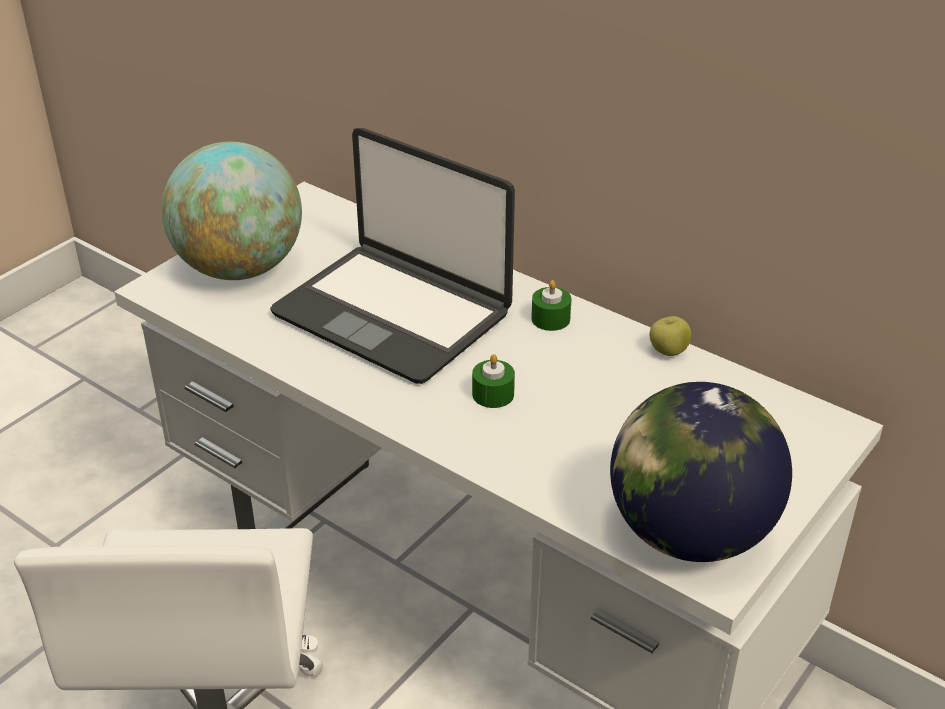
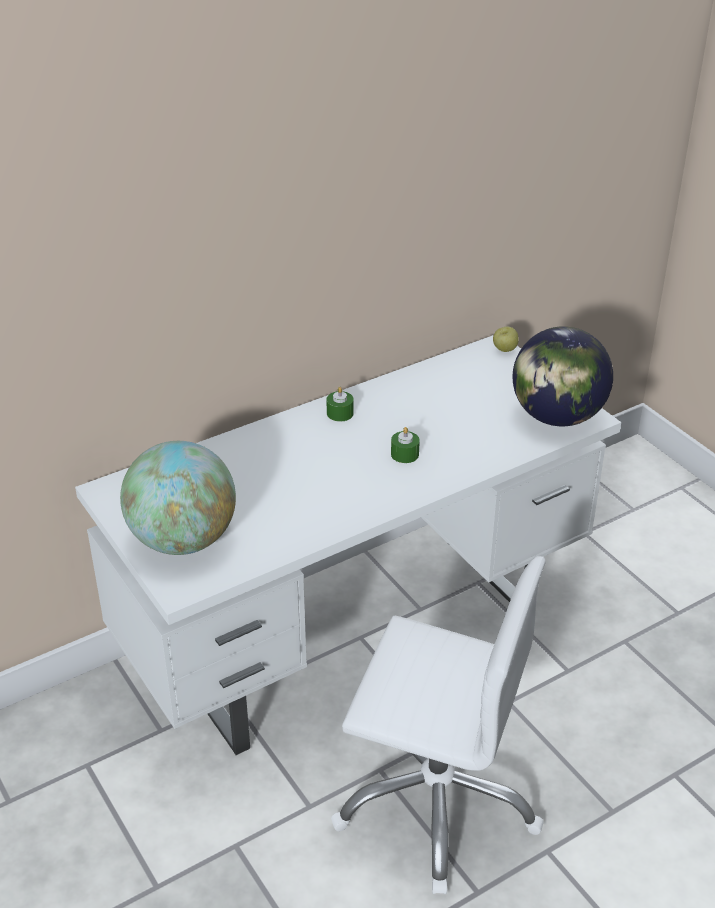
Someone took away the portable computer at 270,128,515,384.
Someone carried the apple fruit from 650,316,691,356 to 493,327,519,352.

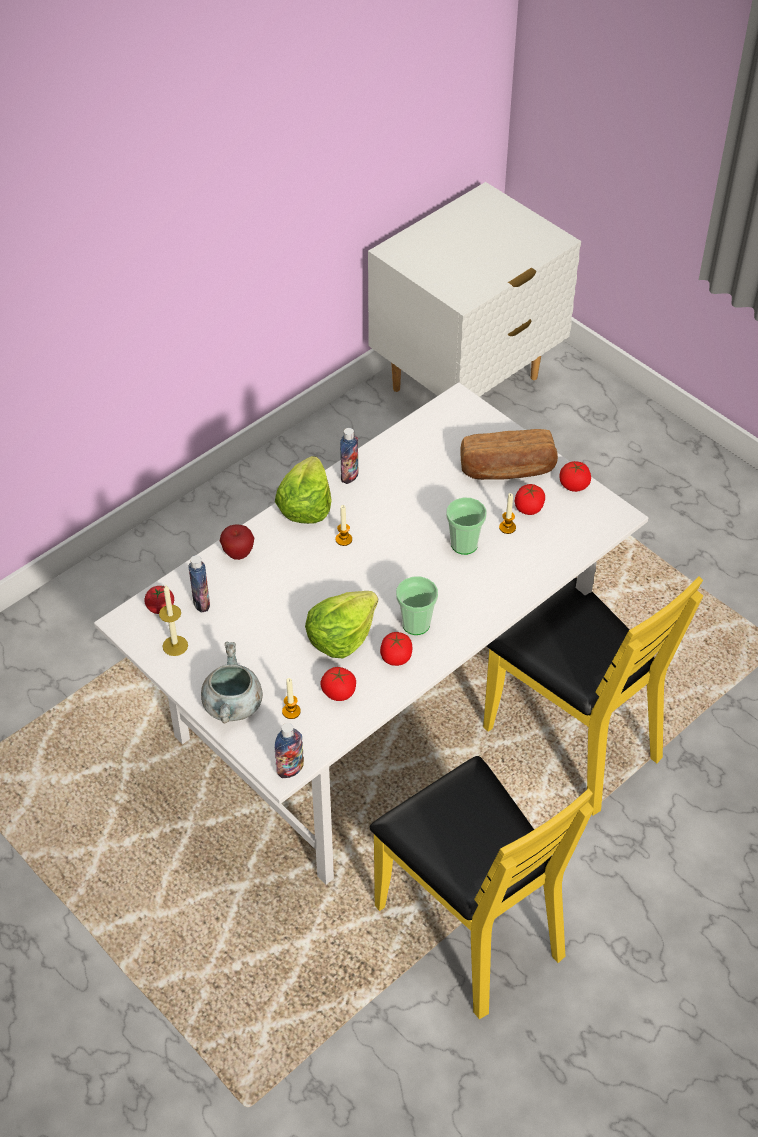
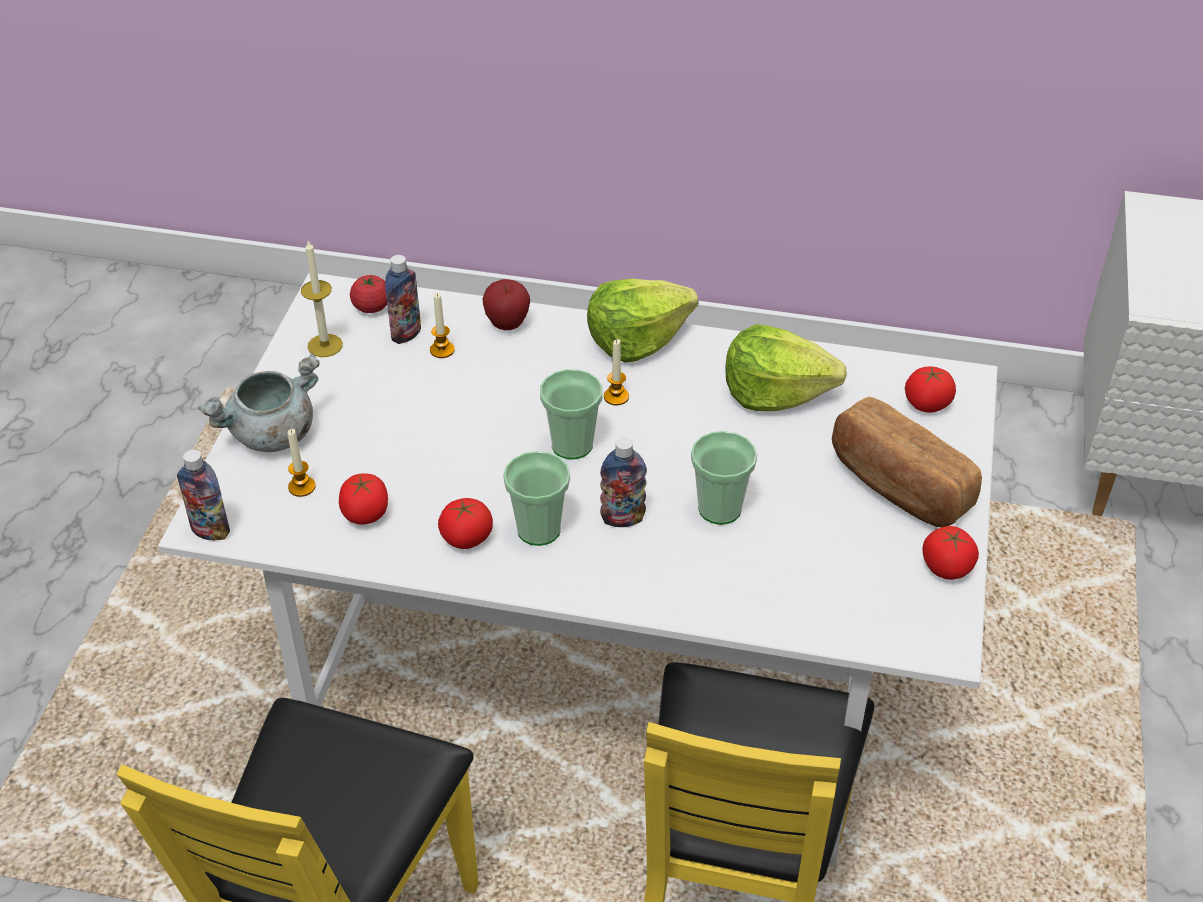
Someone put down the cup at 540,369,602,459.
Someone carried the lettuce from 305,591,378,658 to 726,324,847,411.
Someone carried the bottle from 340,428,358,484 to 600,437,647,527.
Someone carried the wax light from 499,493,516,534 to 430,293,455,358.
Someone carried the fresh tomato from 515,484,545,515 to 905,366,956,413.

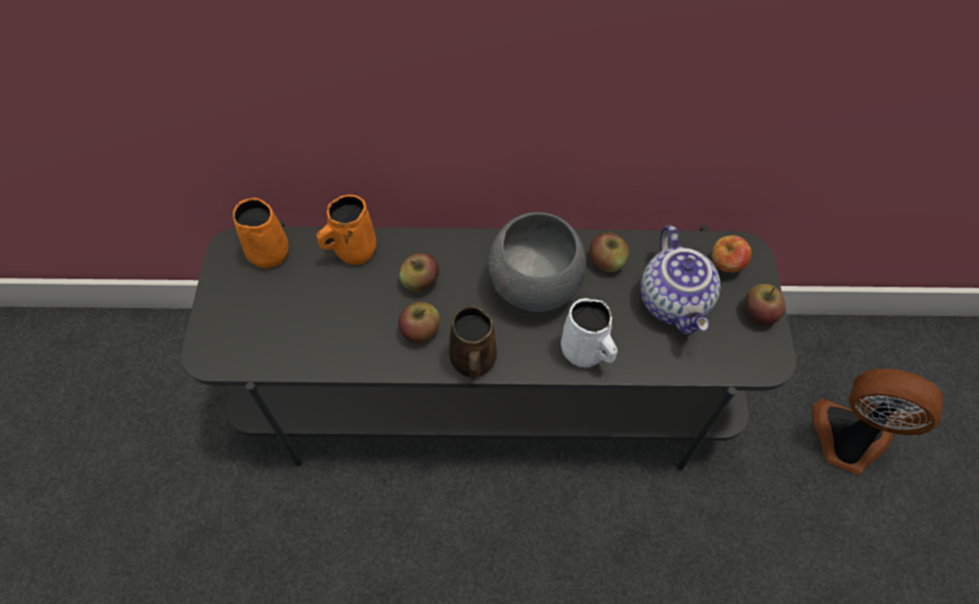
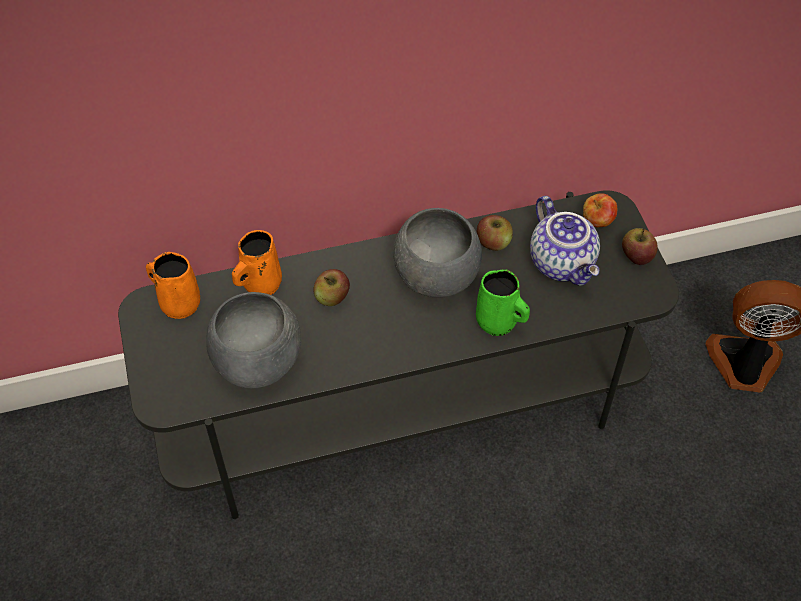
Someone took away the apple fruit at 398,302,440,343.
Someone took away the brown tea mug at 449,306,497,379.
Someone put down the grey deep dish at 206,292,301,388.
Someone repainted the white-coloured tea mug at 561,298,618,368, which became the green tea mug at 476,270,530,336.

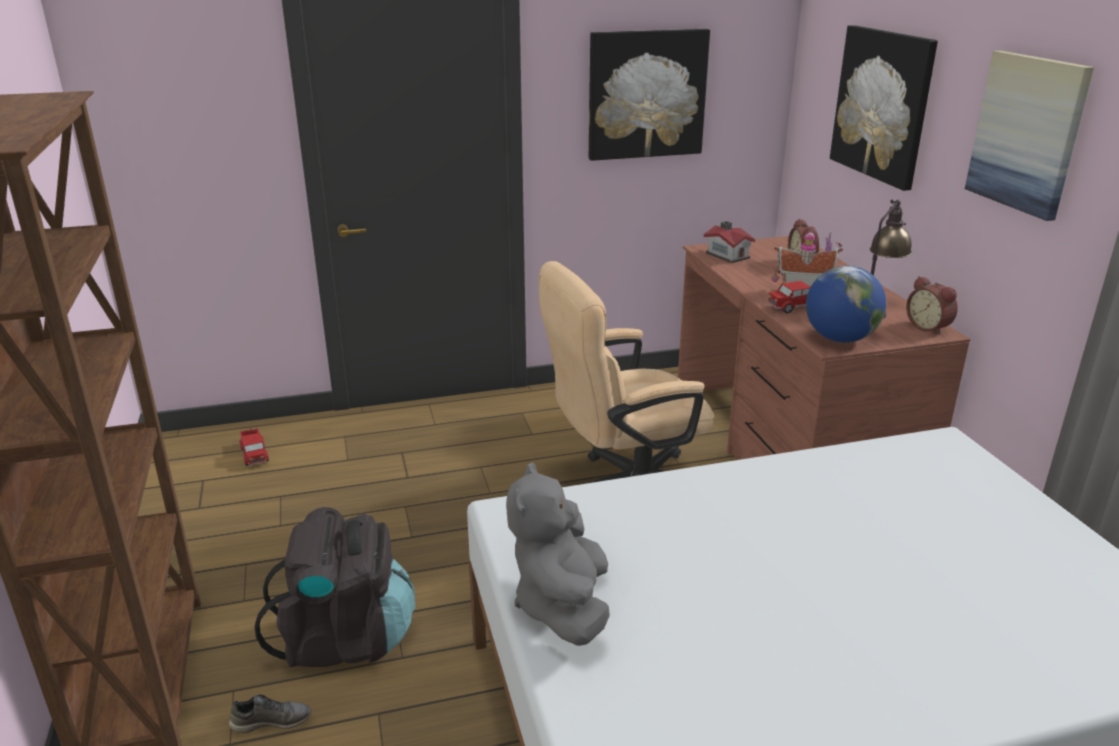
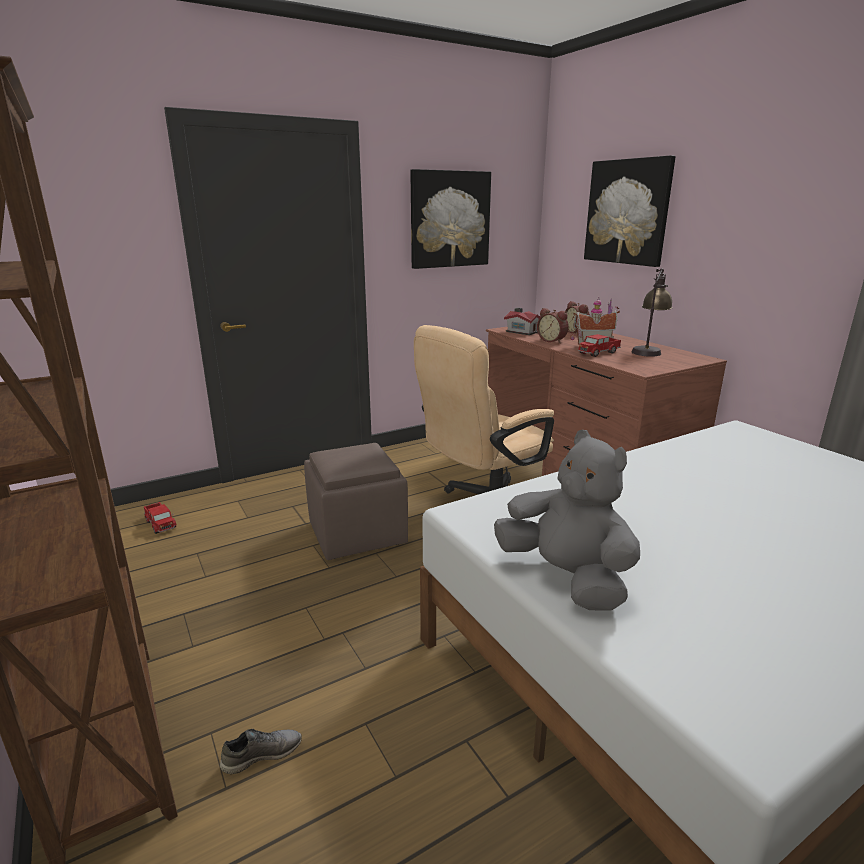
Someone took away the black knapsack at 255,507,415,668.
Someone took away the desk globe at 806,266,886,343.
Someone took away the wall picture at 965,51,1094,221.
Someone put down the brown footrest at 304,443,408,560.
Someone carried the bedside clock from 906,276,958,335 to 537,308,569,343.
Someone rotated the grey plush toy at 506,462,610,646 by 150 degrees clockwise.

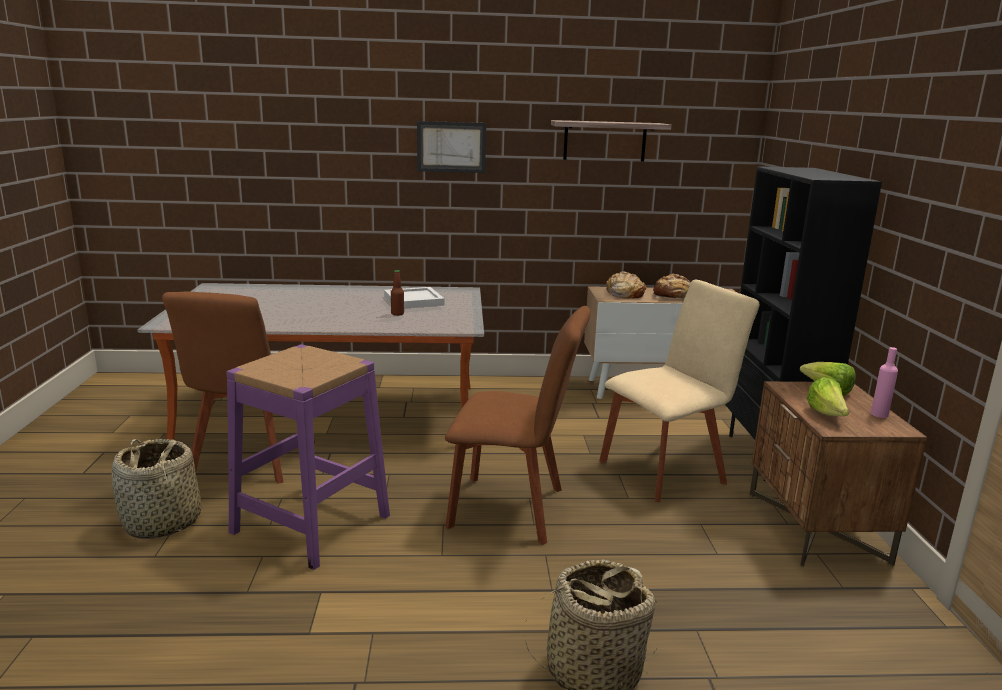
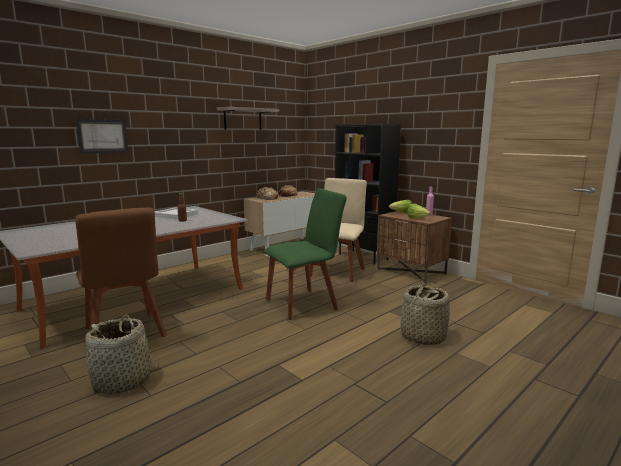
Someone took away the purplish stool seat at 226,344,390,570.
Someone carried the wall picture from 417,121,486,173 to 76,119,128,154.
Someone repainted the brown plain chair at 445,306,591,545, which became the green plain chair at 264,188,347,320.

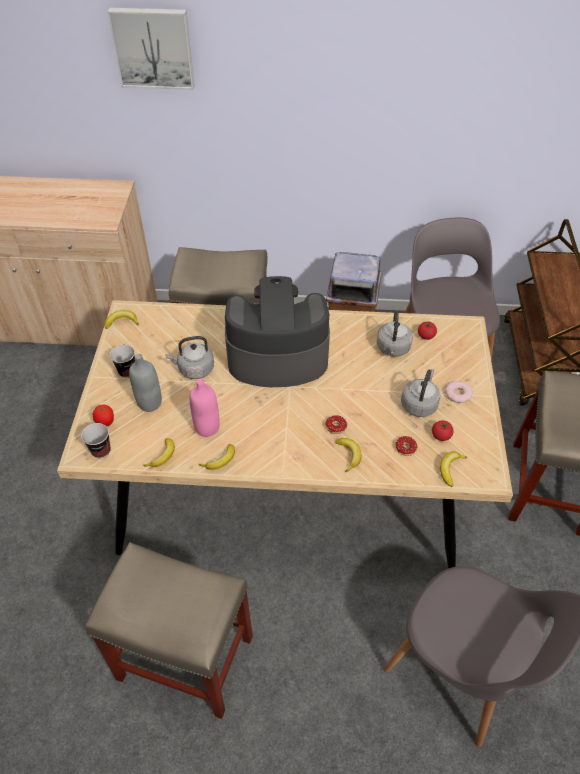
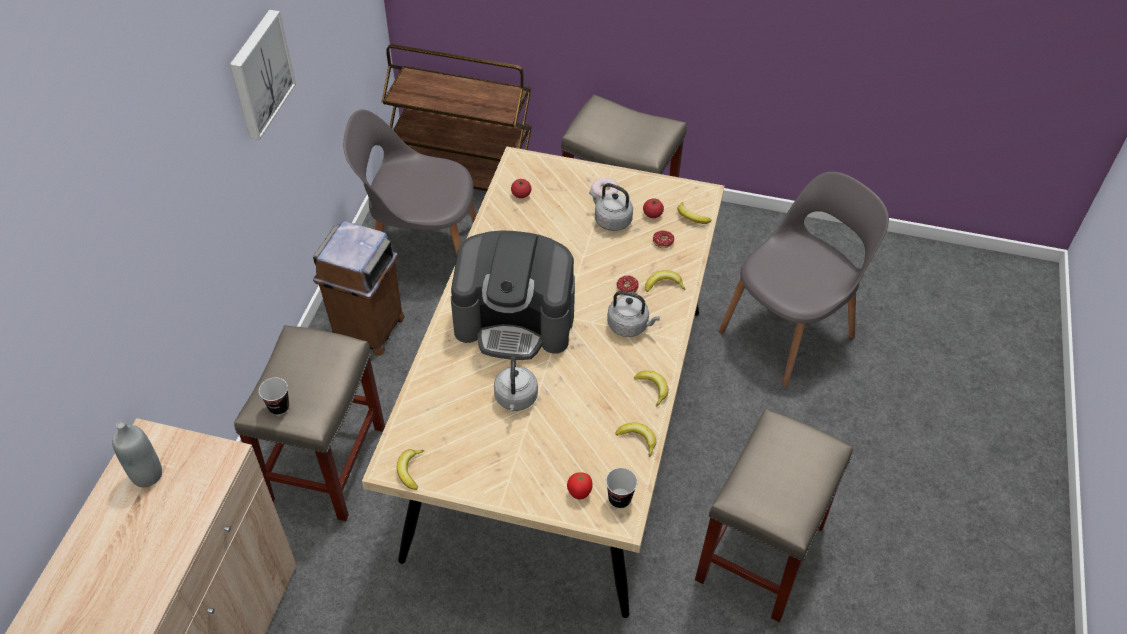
Someone took away the pinkish bottle at 189,379,220,437.
Someone carried the wall picture from 107,8,195,90 to 230,10,296,140.
Someone carried the cup from 110,345,135,378 to 259,378,289,415.
Someone carried the grey bottle from 129,354,162,412 to 112,421,162,487.
Someone carried the grey tea kettle from 377,310,413,357 to 607,291,660,337.
Someone rotated the coffee brewer at 225,276,330,387 by 90 degrees counterclockwise.

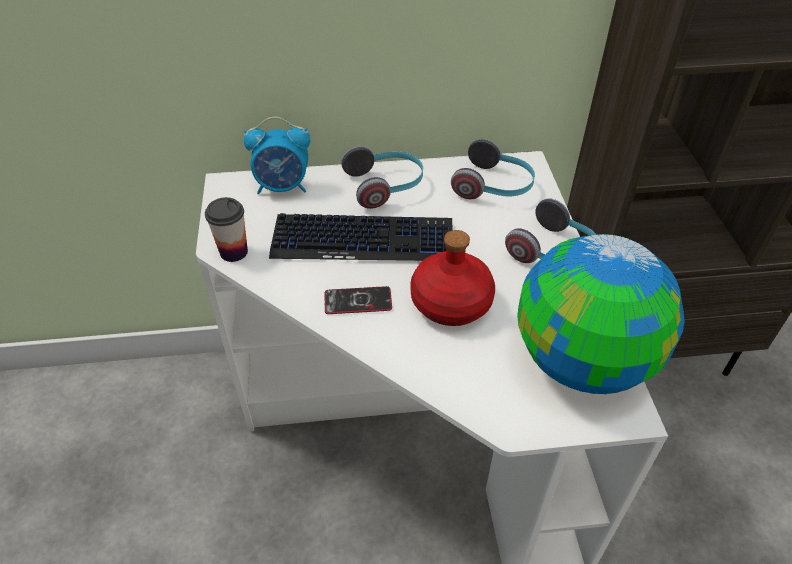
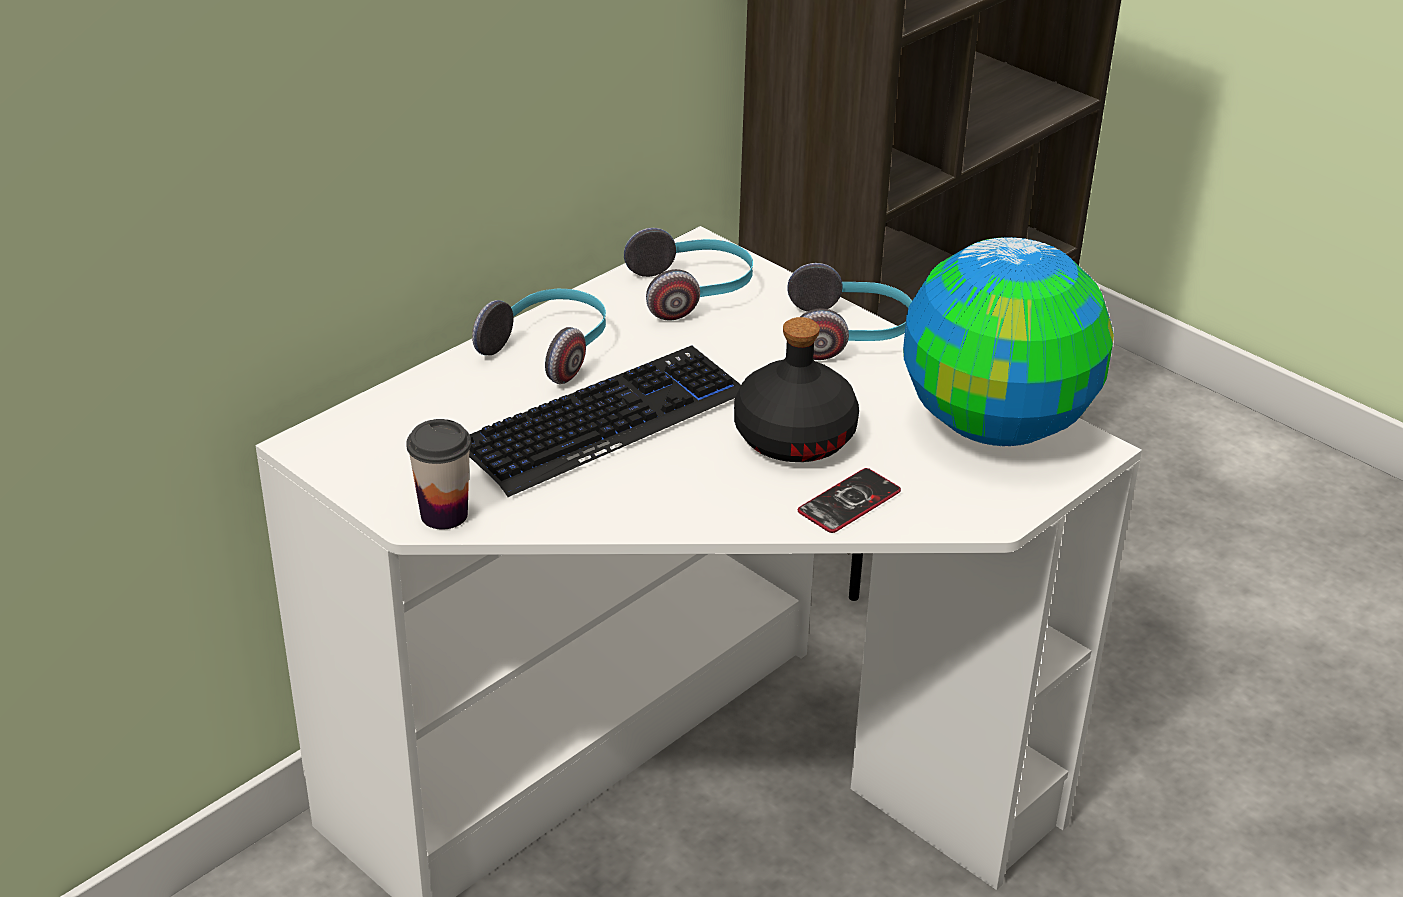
Someone took away the bedside clock at 244,117,310,194.
Someone carried the handset from 325,286,392,314 to 798,468,901,533.
Someone repainted the red bottle at 410,230,495,326, which became the black bottle at 734,317,859,462.

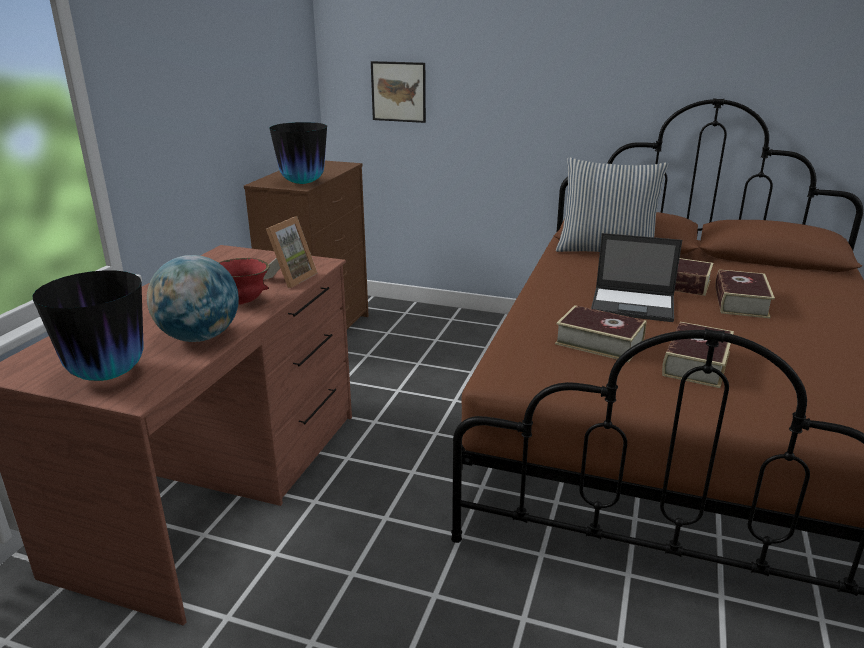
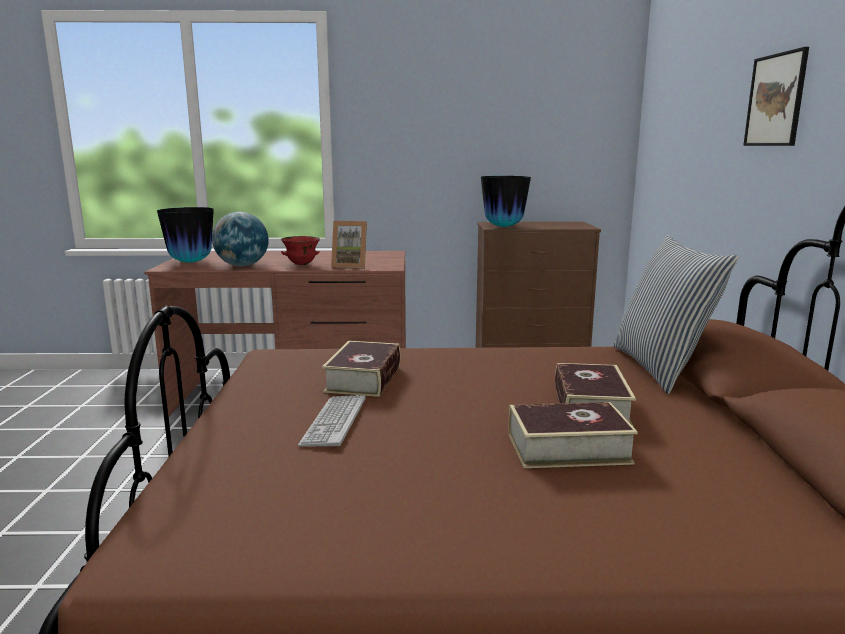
Someone took away the portable computer at 591,233,682,322.
Someone carried the wall picture from 371,61,426,123 to 743,47,809,146.
Someone swapped the book at 662,322,734,388 for the PC keyboard at 298,395,366,447.

